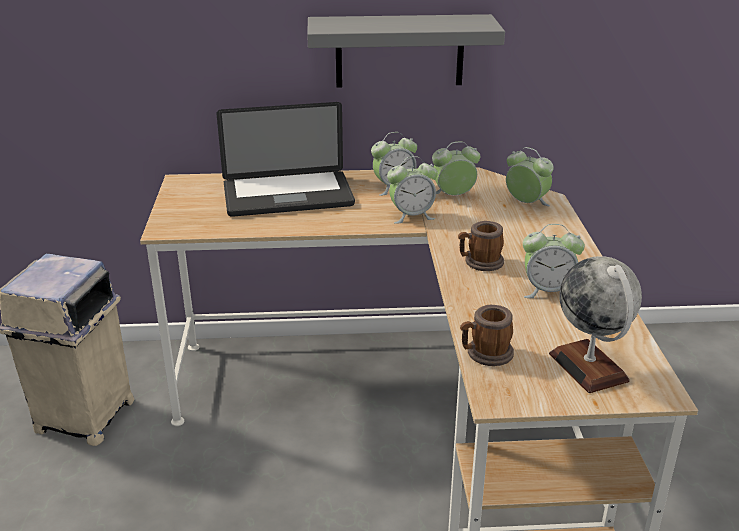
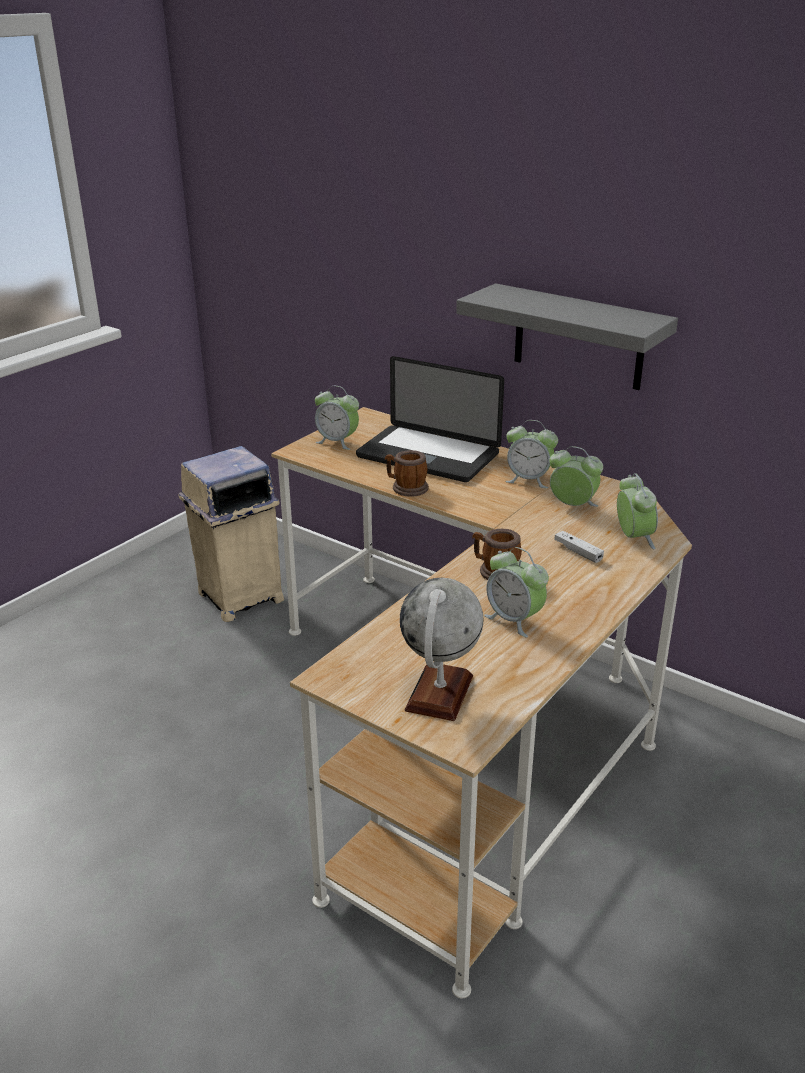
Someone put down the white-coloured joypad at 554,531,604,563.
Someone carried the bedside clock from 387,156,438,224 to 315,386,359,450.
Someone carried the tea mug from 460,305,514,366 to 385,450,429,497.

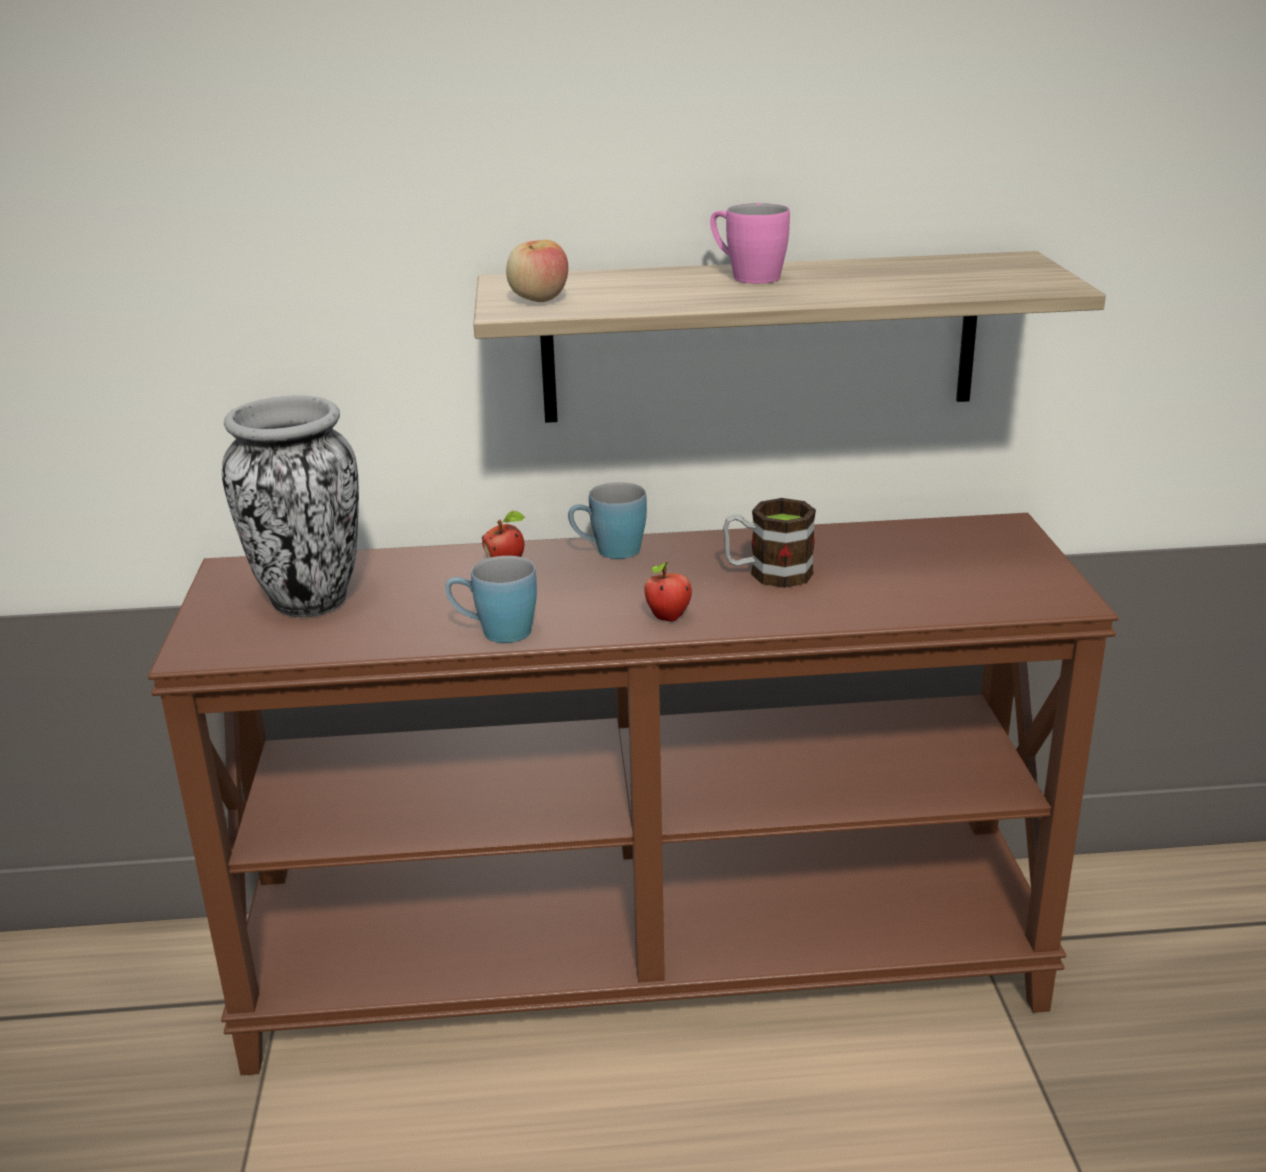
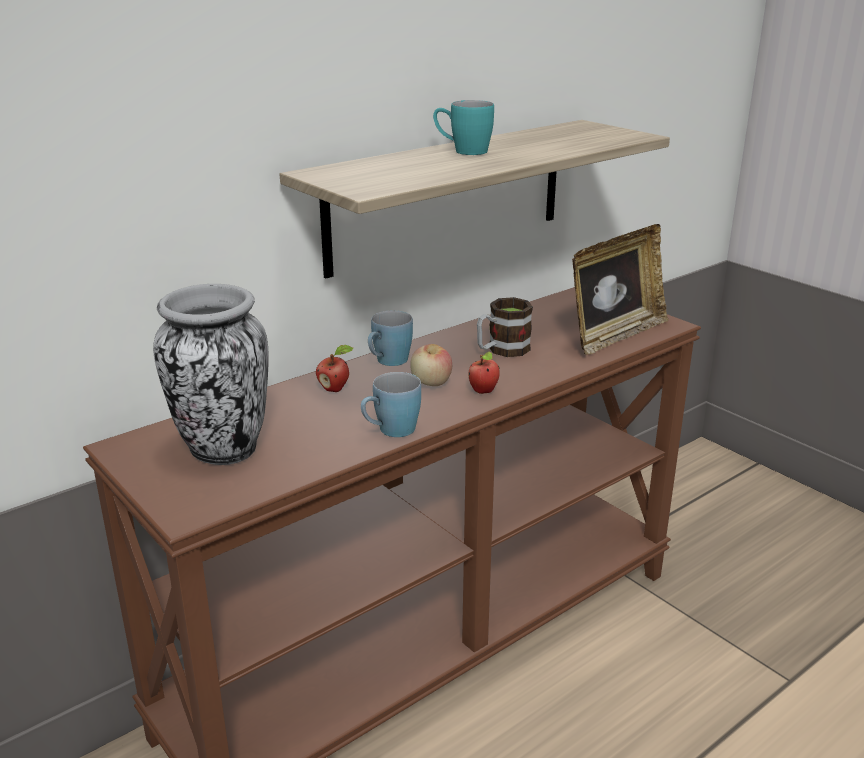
Someone put down the picture frame at 572,224,669,355.
Someone carried the apple fruit from 506,240,568,302 to 410,344,452,386.
Someone repainted the pinkish tea mug at 710,203,790,284, which became the turquoise-coloured tea mug at 433,100,494,155.

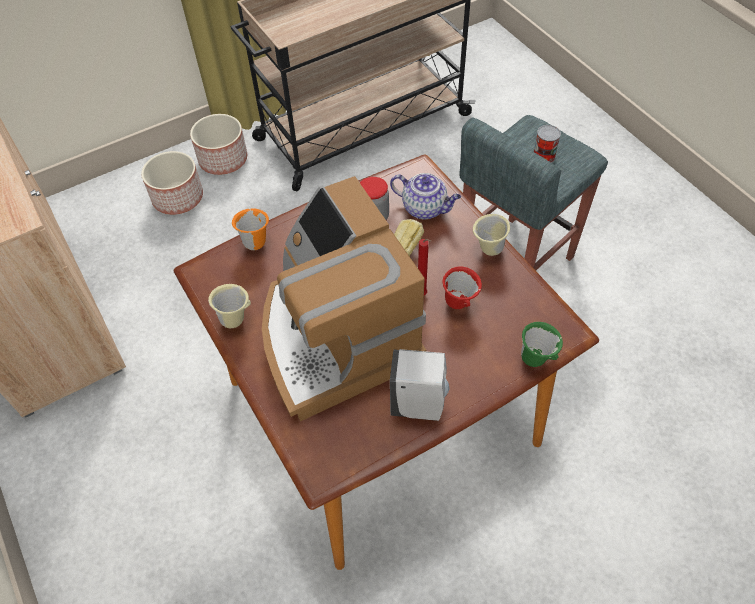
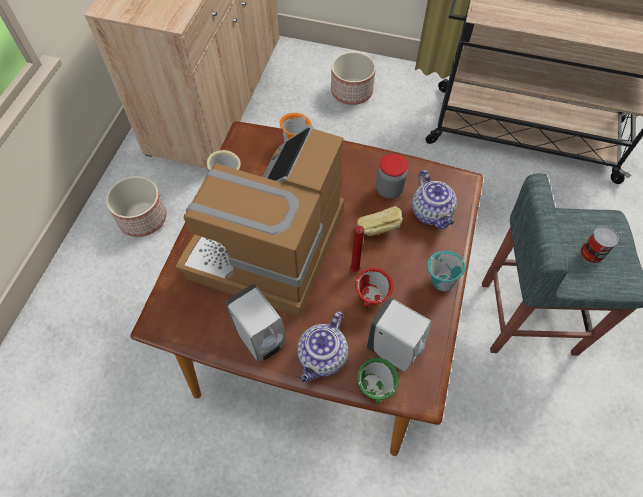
Someone put down the pot for tea at 297,311,348,383.
Someone put down the white-coloured soap bottle at 366,297,431,372.
Someone carried the planter from 190,114,247,175 to 106,176,167,237.
Someone repainted the beige tea mug at 473,214,510,256, which became the turquoise-coloured tea mug at 427,251,465,291.

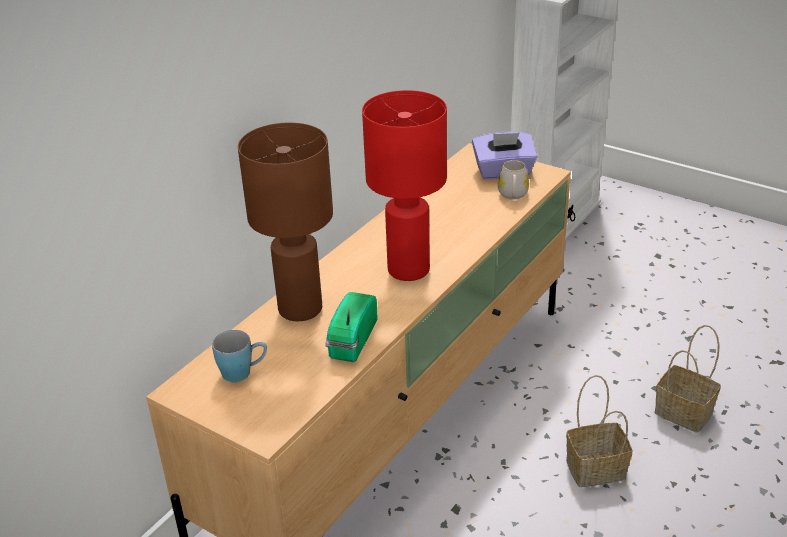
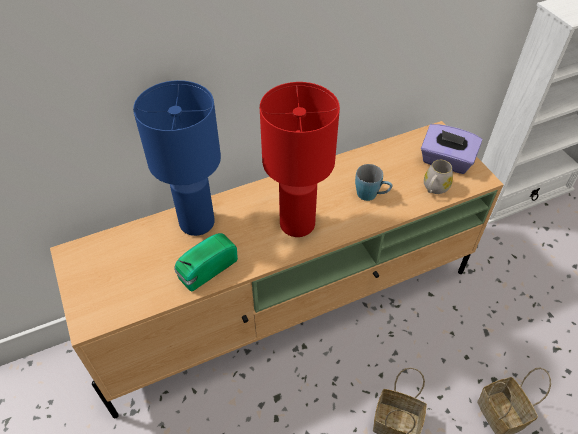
Someone carried the blue tea mug from 212,330,267,382 to 355,164,392,201.
Someone repainted the brown table lamp at 238,122,333,321, which became the blue table lamp at 133,80,221,236.

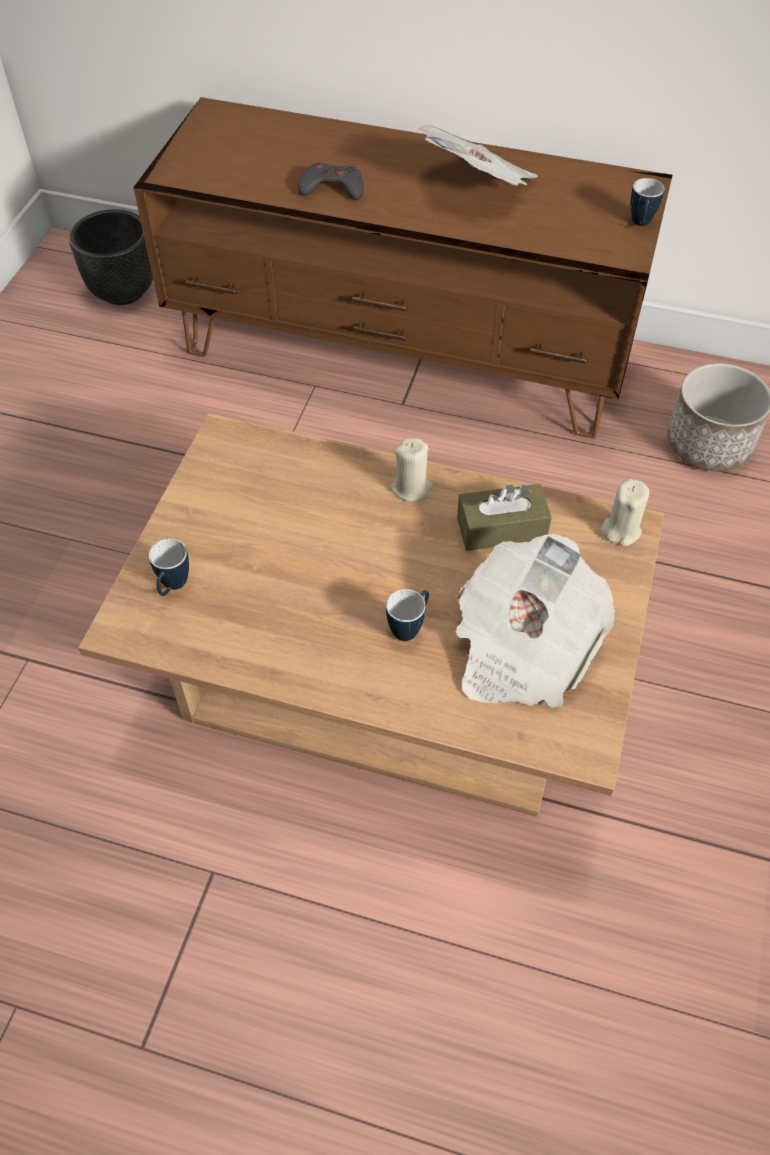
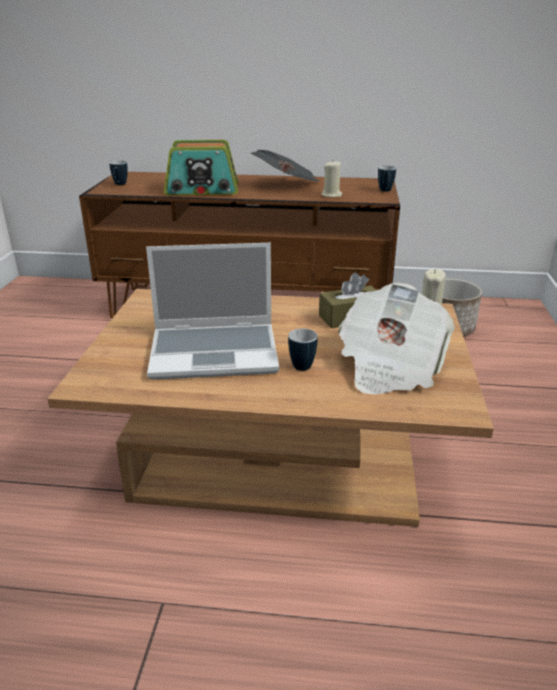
Someone took away the black planter at 69,209,153,305.
Someone put down the portable computer at 146,243,279,380.
Someone carried the tea mug from 149,538,189,596 to 109,160,128,185.
Someone carried the beige wax light from 391,438,433,502 to 321,162,342,197.
Someone swapped the grey joypad at 298,162,364,200 for the radio set at 164,140,238,195.

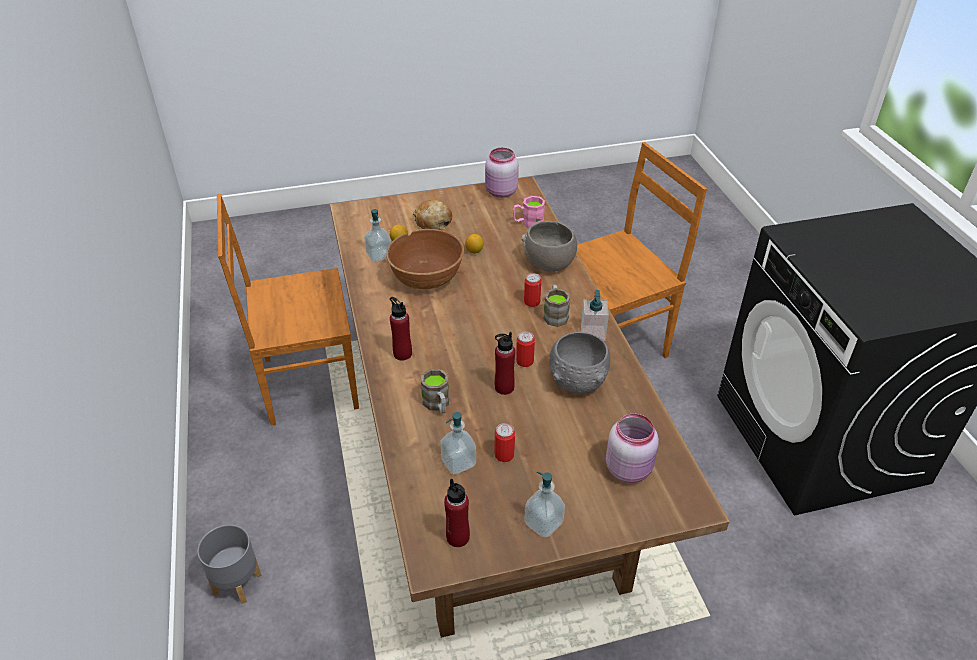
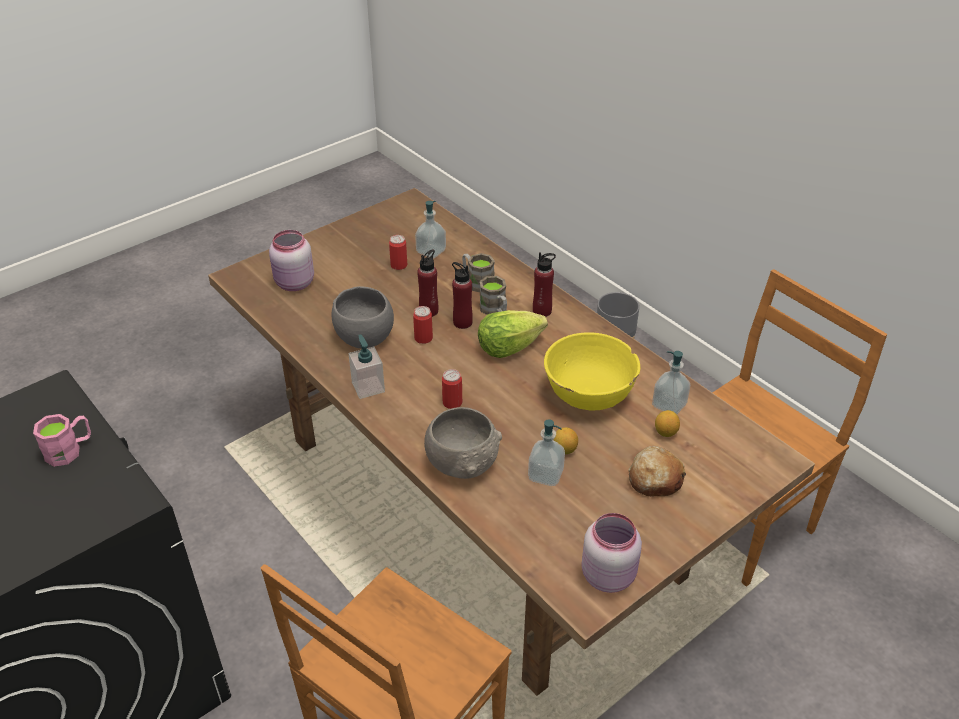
Someone put down the lettuce at 478,310,548,358.
Someone carried the red bottle from 444,479,470,547 to 452,262,473,329.
Someone carried the pinkish tea mug from 513,196,545,228 to 33,414,91,467.
Someone carried the soap bottle from 524,471,565,538 to 528,419,565,486.
Someone carried the brown tea mug from 543,284,570,327 to 480,276,507,315.
Someone repainted the brown deep dish at 386,229,464,289, which became the yellowish deep dish at 544,333,640,411.

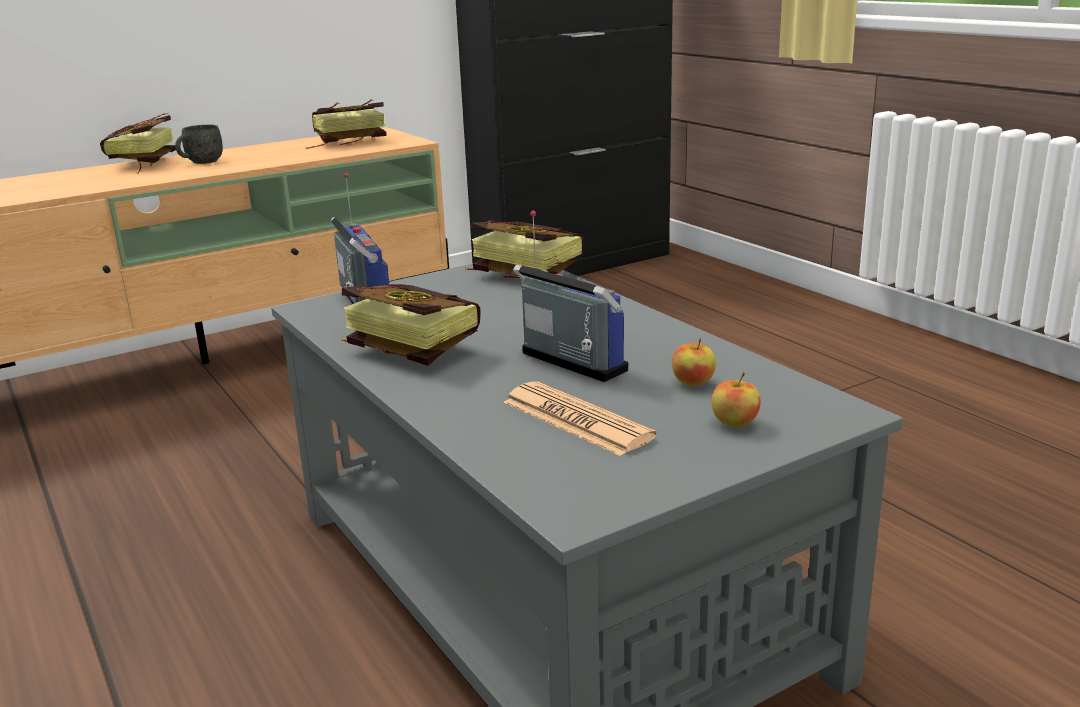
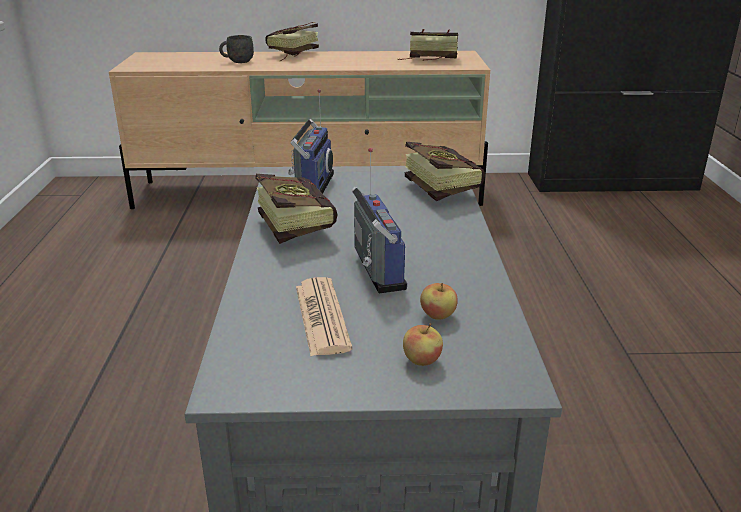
Someone carried the grey tea mug from 175,124,223,164 to 219,35,254,63.

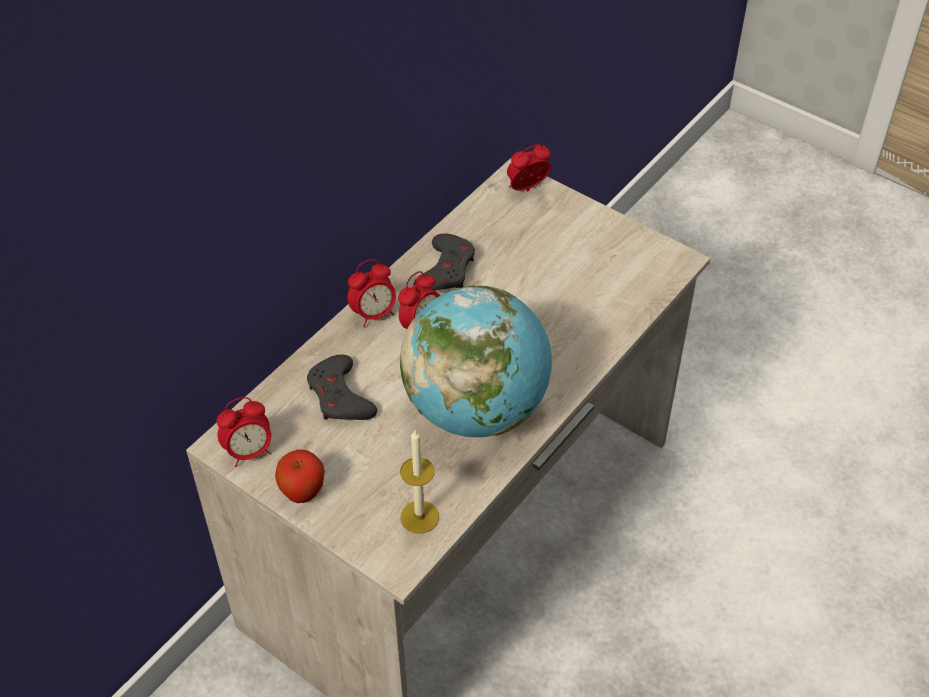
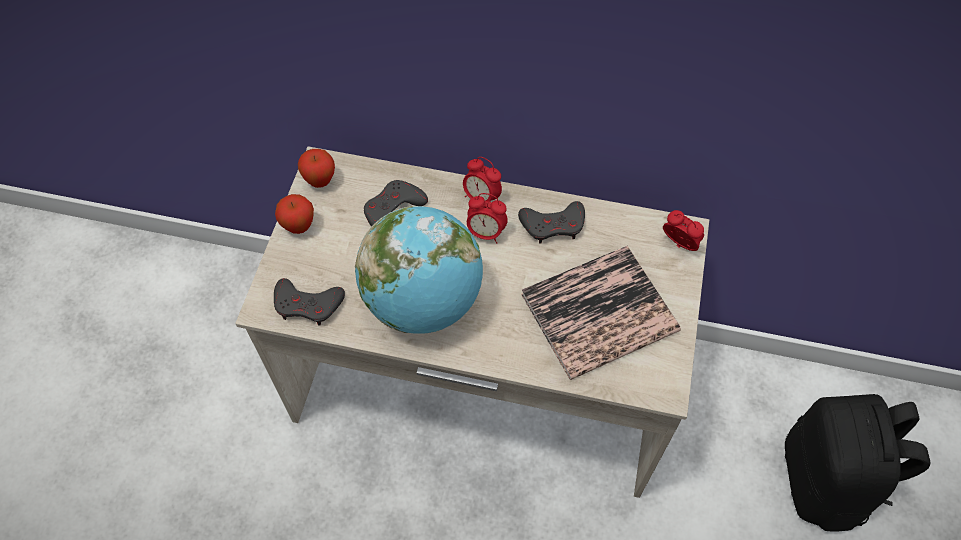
Someone put down the book at 521,246,681,380.
Someone put down the black knapsack at 785,394,930,532.
Someone swapped the bedside clock at 217,397,271,467 for the apple fruit at 298,149,335,188.
Someone swapped the wax light at 400,430,439,534 for the grey joypad at 274,278,345,325.

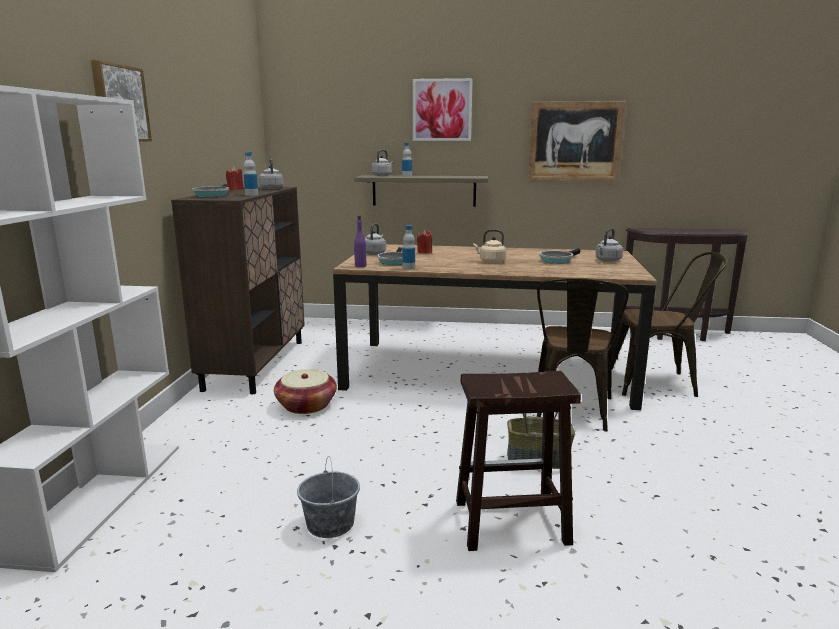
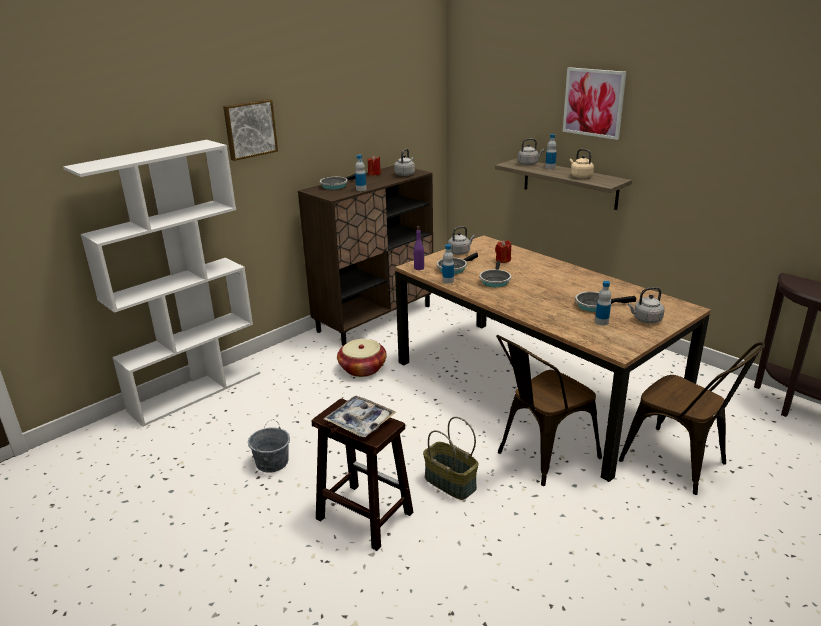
Someone took away the wall picture at 528,101,626,182.
Someone put down the serving tray at 324,396,396,437.
Someone put down the pan at 479,260,511,287.
Someone put down the bottle at 595,281,611,325.
Someone carried the beige tea kettle from 473,229,506,263 to 569,149,594,178.

